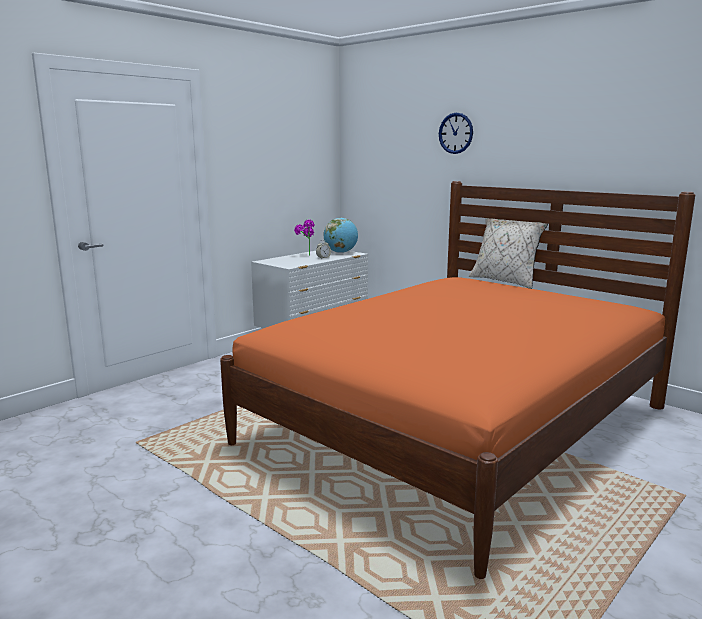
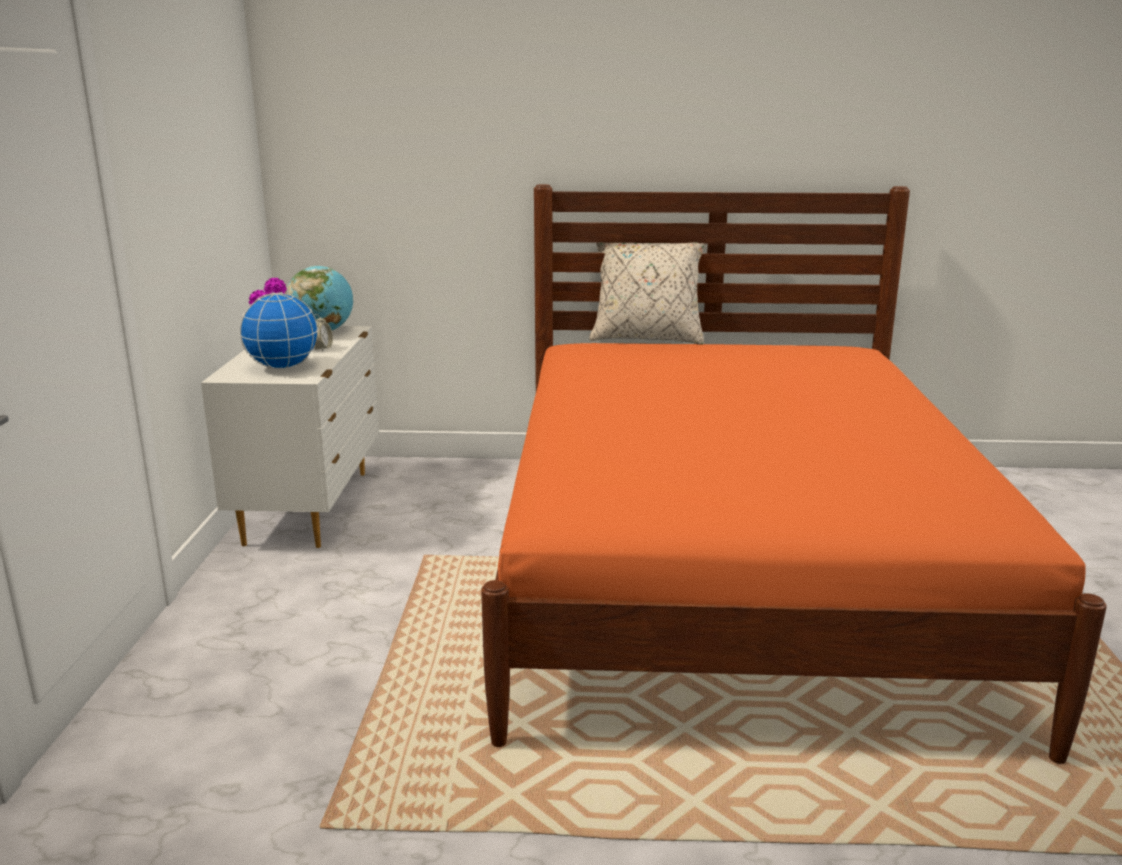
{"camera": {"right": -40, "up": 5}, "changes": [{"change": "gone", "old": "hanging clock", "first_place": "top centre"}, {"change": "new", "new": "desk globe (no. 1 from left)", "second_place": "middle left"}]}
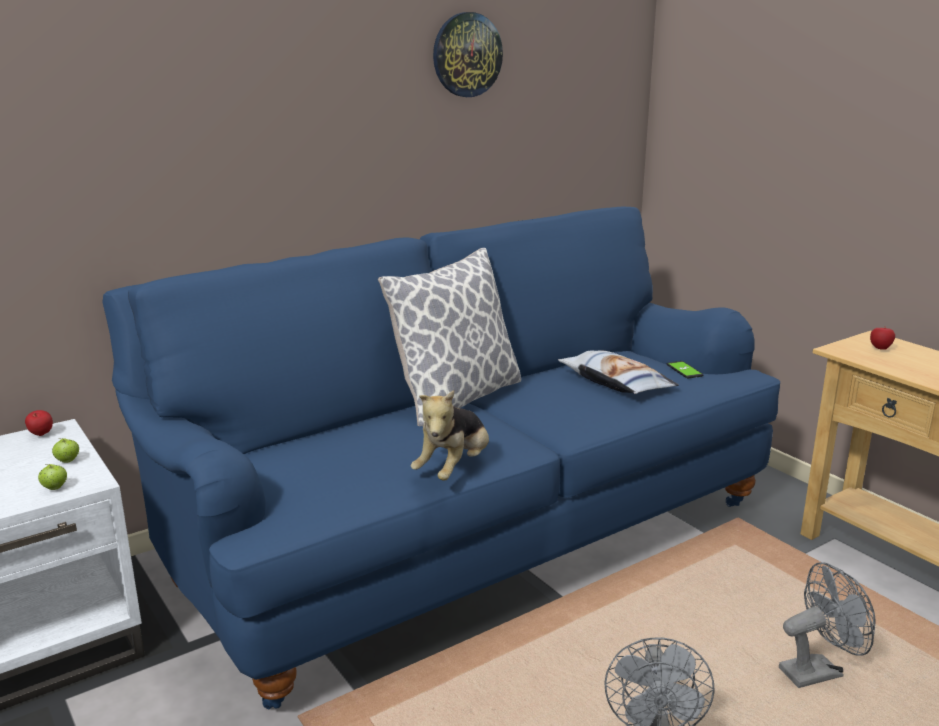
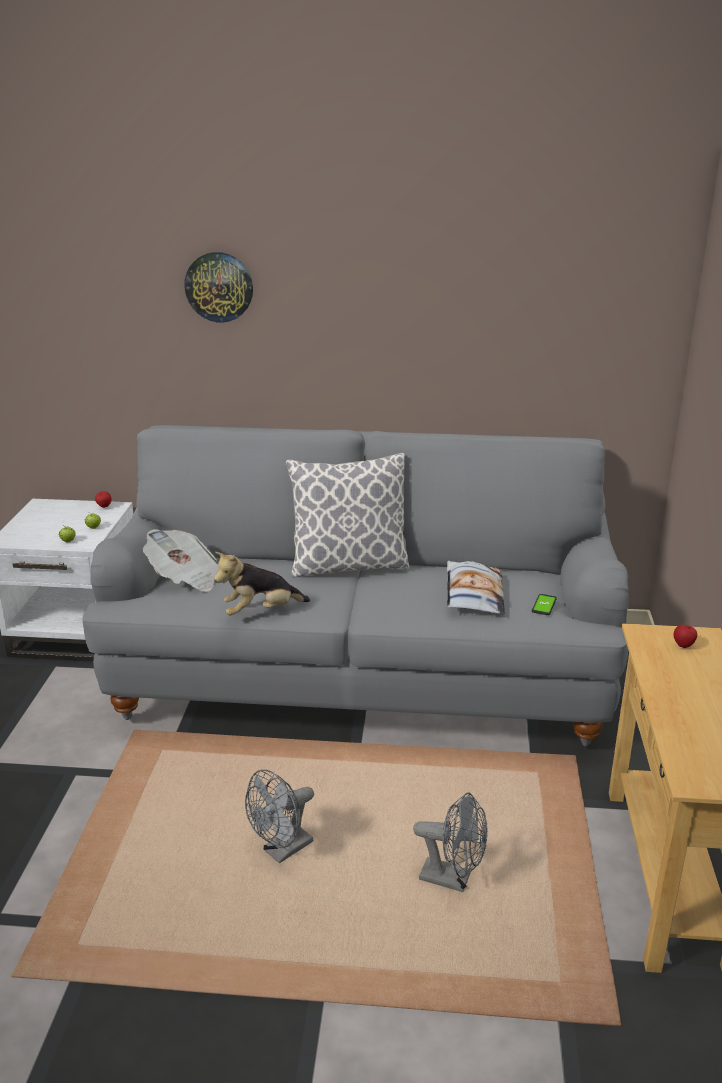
{"camera": {"right": 40, "up": 5}, "changes": [{"change": "new", "new": "newspaper", "second_place": "middle left"}, {"change": "shifted", "old": "hanging clock", "first_place": "top centre", "second_place": "top left"}, {"change": "repainted", "old": "settee/blue", "new": "settee/grey", "first_place": "centre", "second_place": "centre"}]}
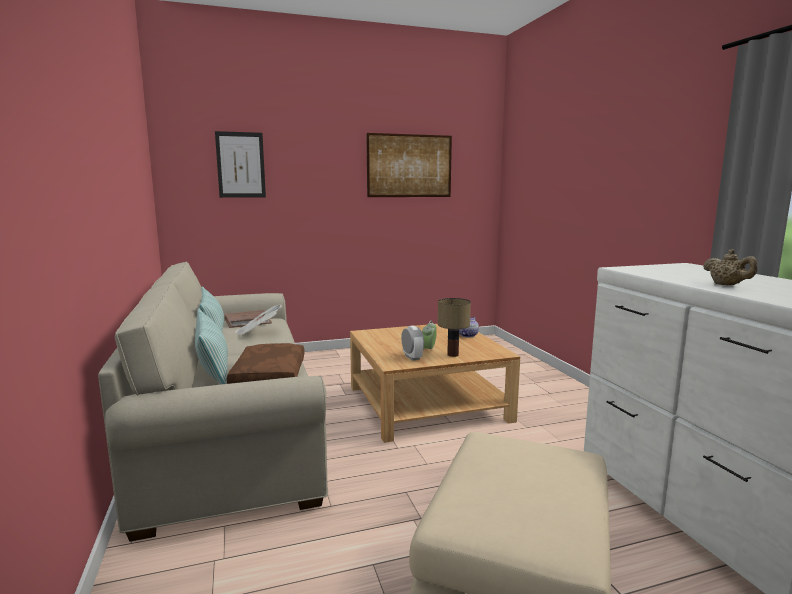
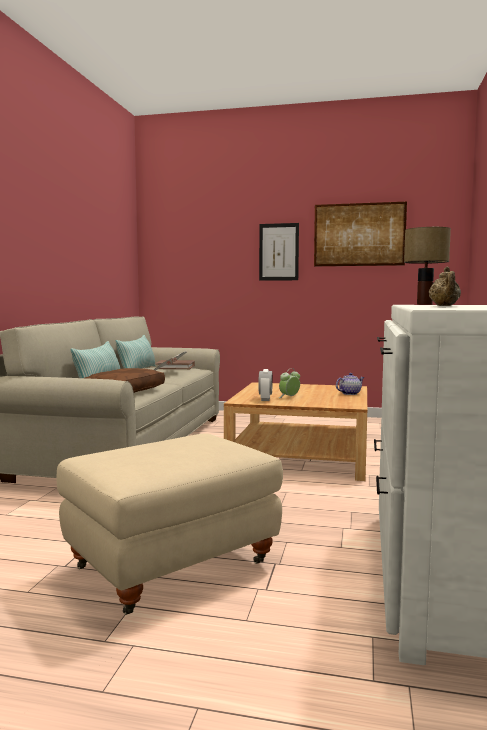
{"camera": {"right": 30, "up": -5}, "changes": [{"change": "shifted", "old": "wall art (no. 1 from left)", "first_place": "top left", "second_place": "centre"}, {"change": "shifted", "old": "table lamp", "first_place": "centre", "second_place": "middle right"}]}
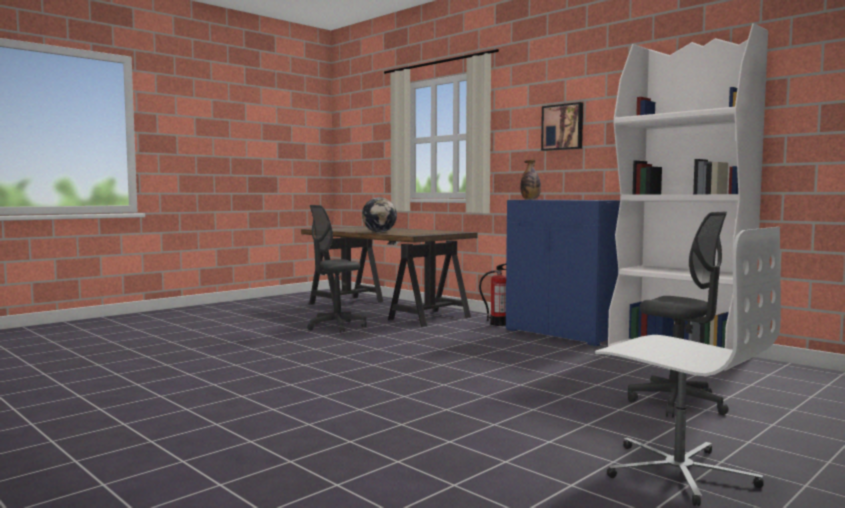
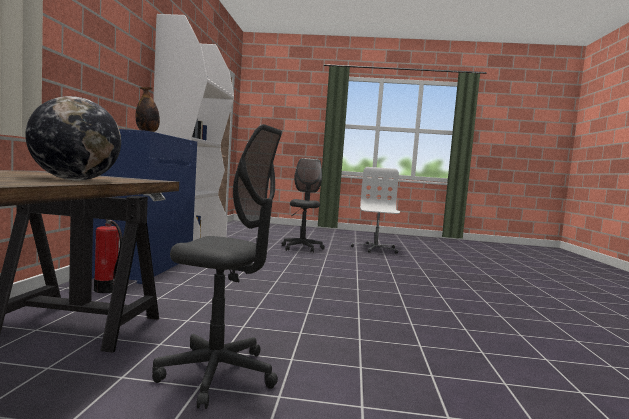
{"camera": {"right": -130, "up": 0}, "changes": [{"change": "gone", "old": "wall art", "first_place": "top centre"}]}
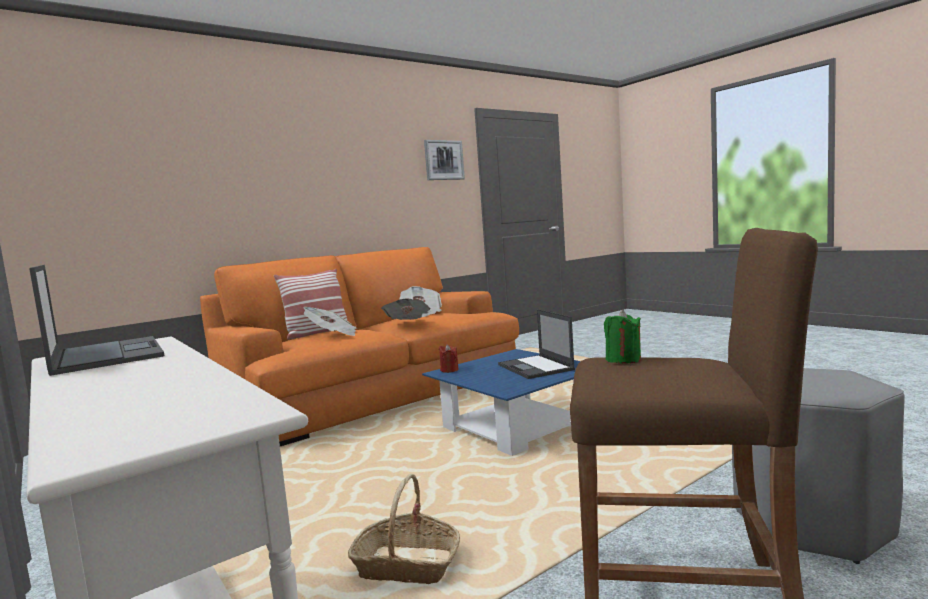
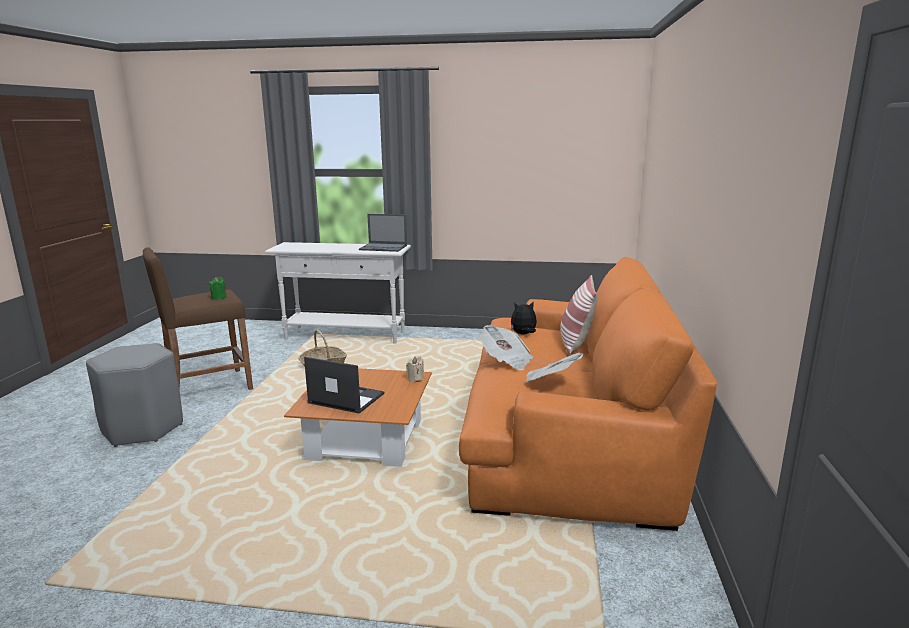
{"camera": {"right": 135, "up": 10}, "changes": [{"change": "gone", "old": "wall art", "first_place": "top centre"}, {"change": "swapped", "old": "newspaper (no. 1 from left)", "new": "cuddly toy", "first_place": "centre", "second_place": "centre"}, {"change": "repainted", "old": "lounge table/blue", "new": "lounge table/orangey", "first_place": "bottom centre", "second_place": "centre"}, {"change": "repainted", "old": "candle/reddish", "new": "candle/beige", "first_place": "centre", "second_place": "centre"}]}
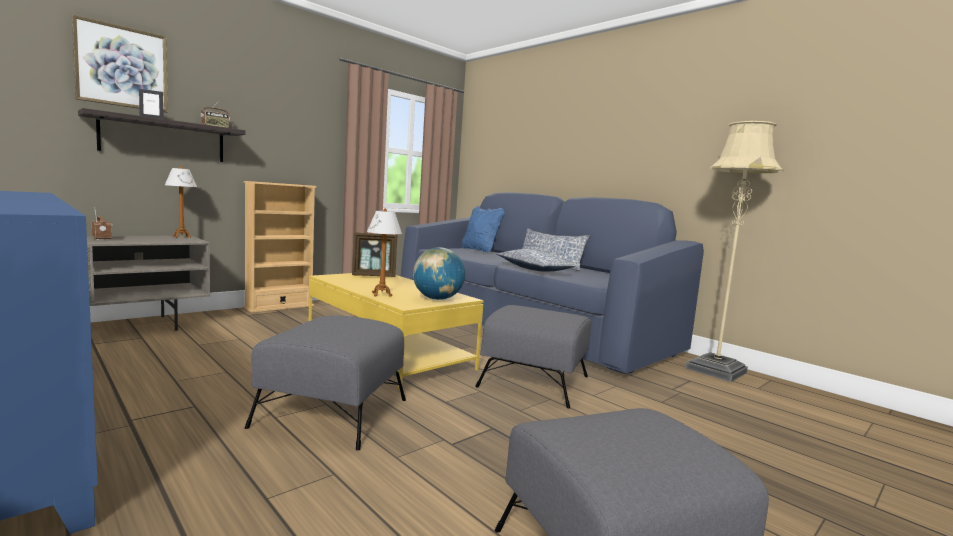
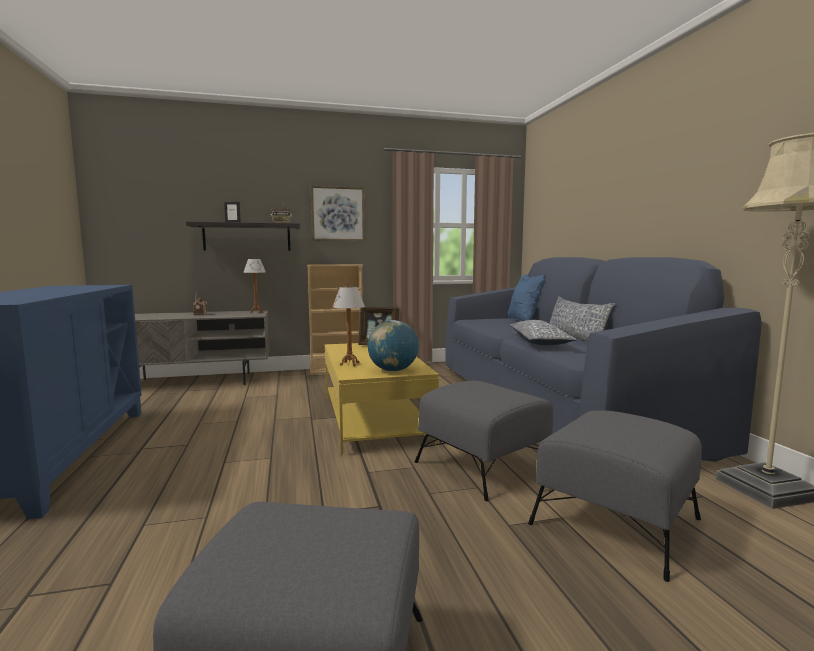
{"camera": {"right": 30, "up": 0}, "changes": [{"change": "shifted", "old": "wall art", "first_place": "top left", "second_place": "top centre"}, {"change": "shifted", "old": "ottoman/grey (no. 1 from left in the first image)", "new": "ottoman/grey (no. 3 from left)", "first_place": "bottom centre", "second_place": "bottom right"}]}
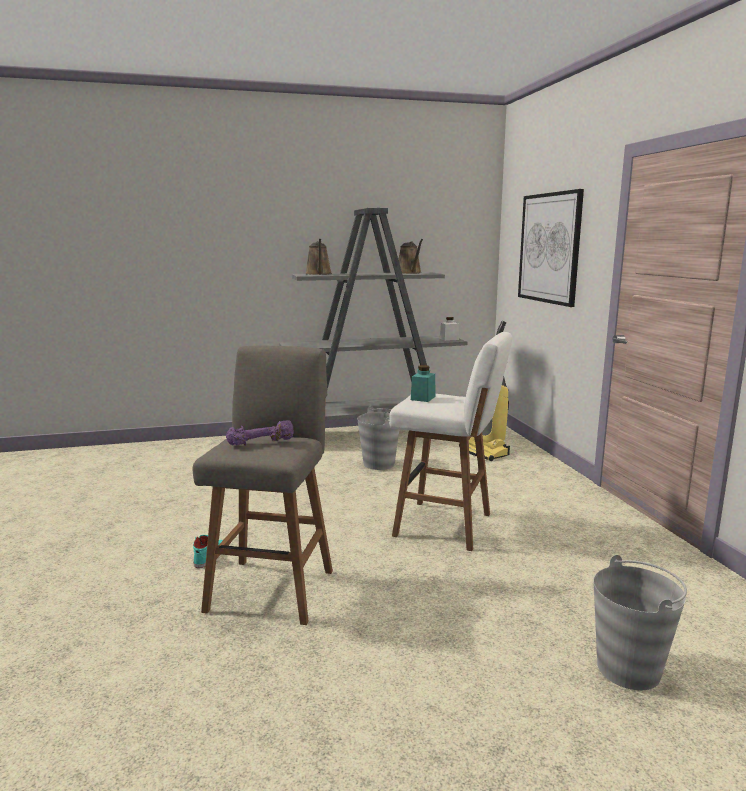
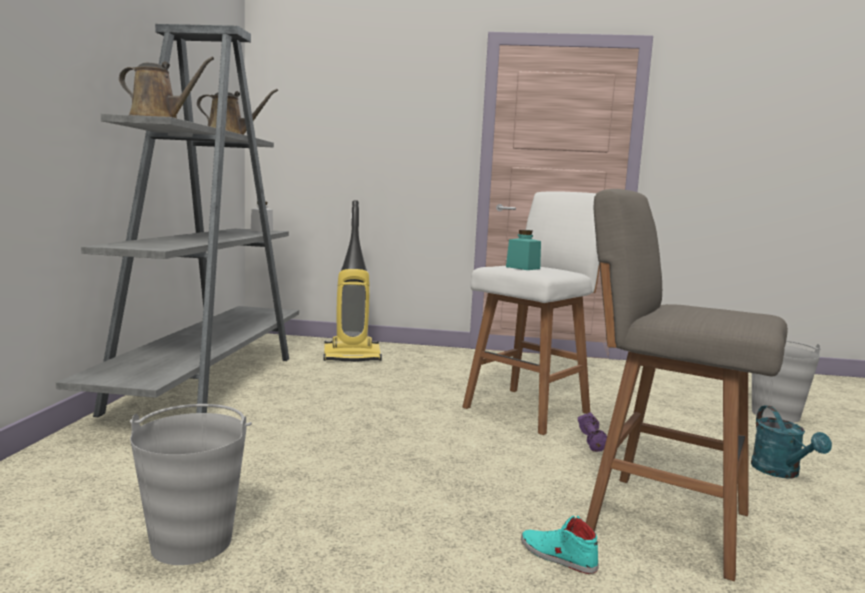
{"camera": {"right": -70, "up": -5}, "changes": [{"change": "gone", "old": "wall art", "first_place": "top right"}, {"change": "new", "new": "watering pot/turquoise-coloured", "second_place": "bottom right"}, {"change": "shifted", "old": "free weight/purple-coloured", "first_place": "centre", "second_place": "bottom right"}, {"change": "shifted", "old": "water bucket/grey (no. 1 from left)", "first_place": "centre", "second_place": "bottom left"}]}
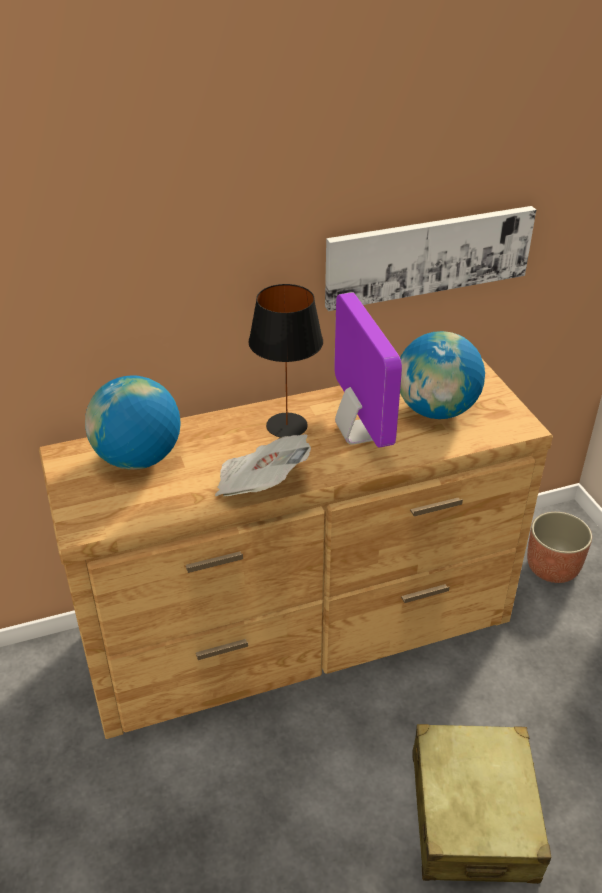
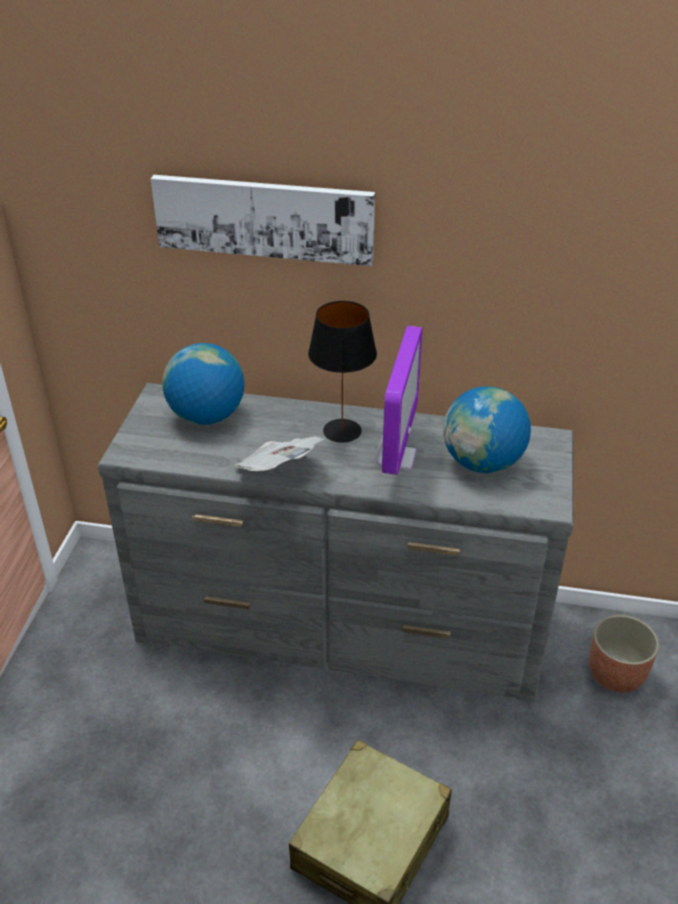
{"camera": {"right": 30, "up": 0}, "changes": [{"change": "shifted", "old": "wall art", "first_place": "top right", "second_place": "top centre"}, {"change": "repainted", "old": "dresser/brown", "new": "dresser/grey", "first_place": "centre", "second_place": "centre"}]}
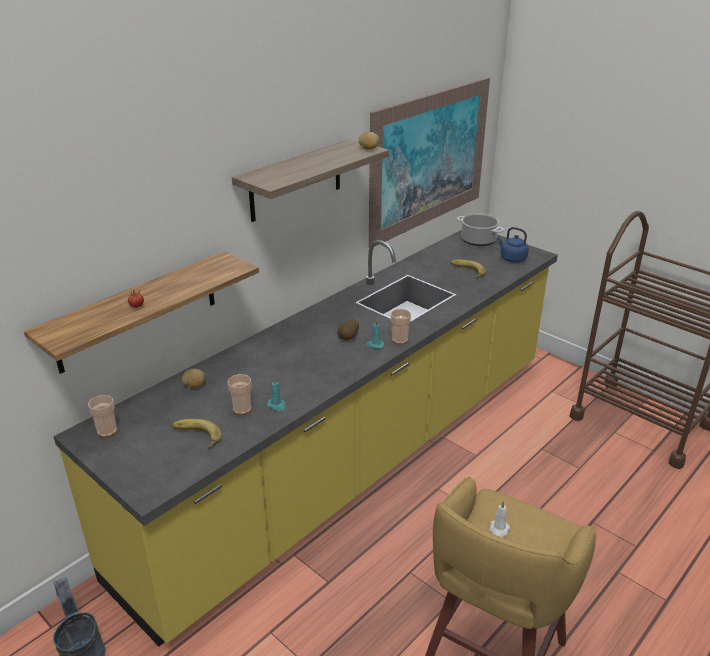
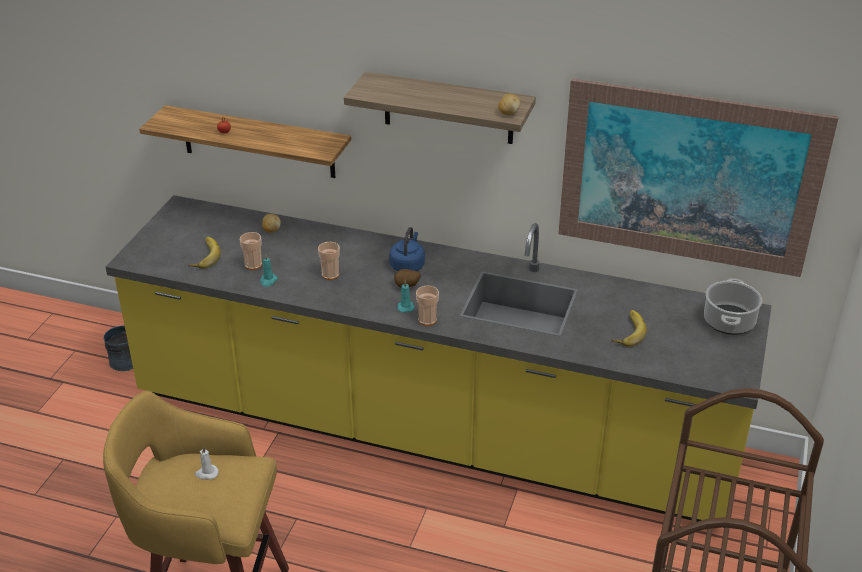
{"camera": {"right": 65, "up": 5}, "changes": [{"change": "shifted", "old": "drinking cup (no. 1 from left in the first image)", "new": "drinking cup (no. 2 from left)", "first_place": "middle left", "second_place": "centre"}, {"change": "shifted", "old": "water kettle/blue", "first_place": "middle right", "second_place": "centre"}]}
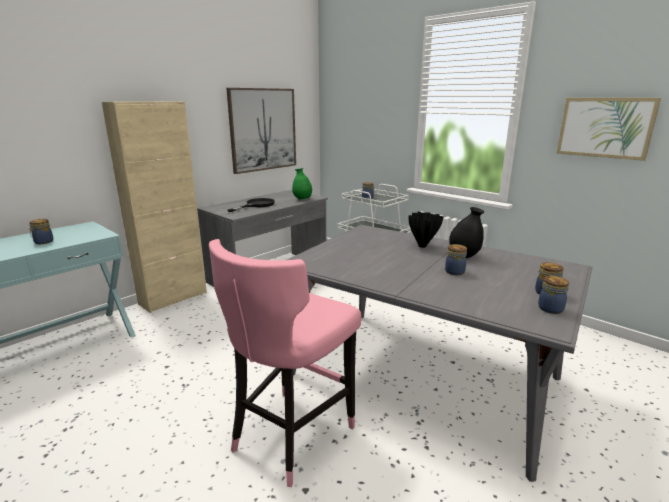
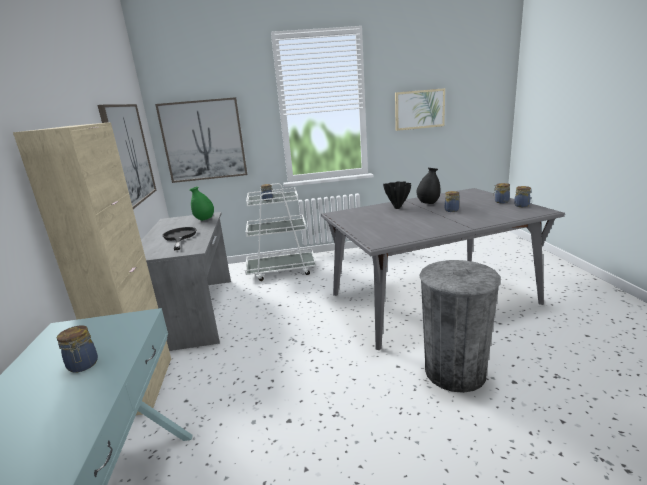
{"camera": {"right": -50, "up": 0}, "changes": [{"change": "new", "new": "wall art (no. 2 from left)", "second_place": "top left"}, {"change": "swapped", "old": "stool/pinkish", "new": "rubbish bin/grey", "first_place": "bottom centre", "second_place": "bottom right"}]}
